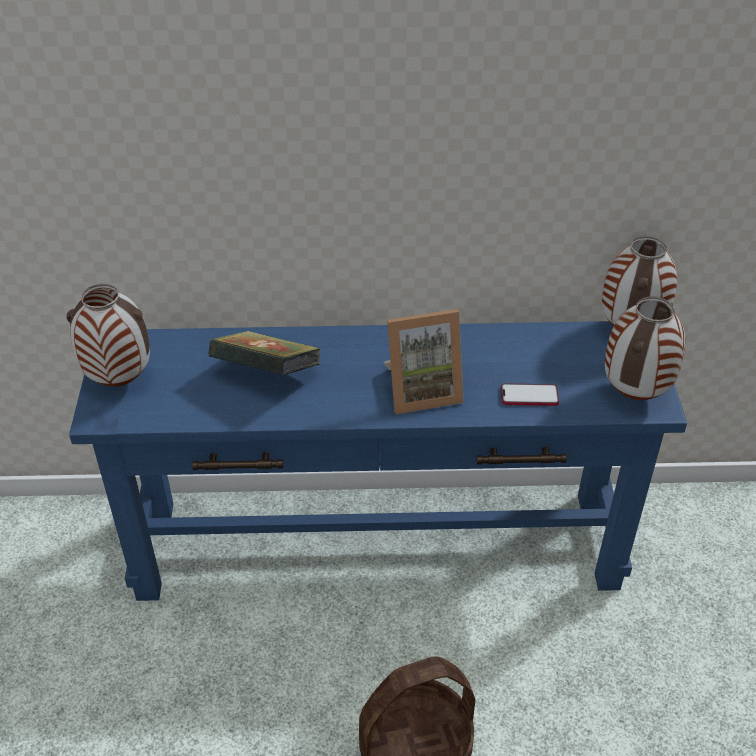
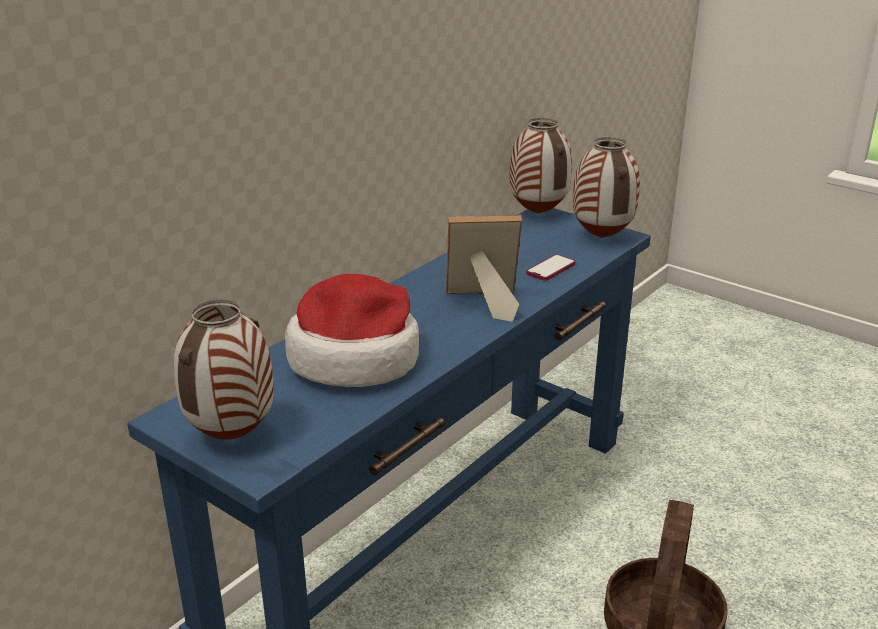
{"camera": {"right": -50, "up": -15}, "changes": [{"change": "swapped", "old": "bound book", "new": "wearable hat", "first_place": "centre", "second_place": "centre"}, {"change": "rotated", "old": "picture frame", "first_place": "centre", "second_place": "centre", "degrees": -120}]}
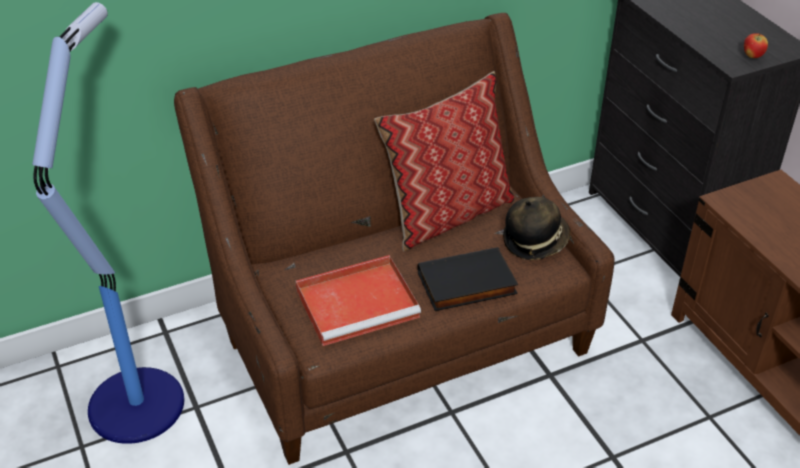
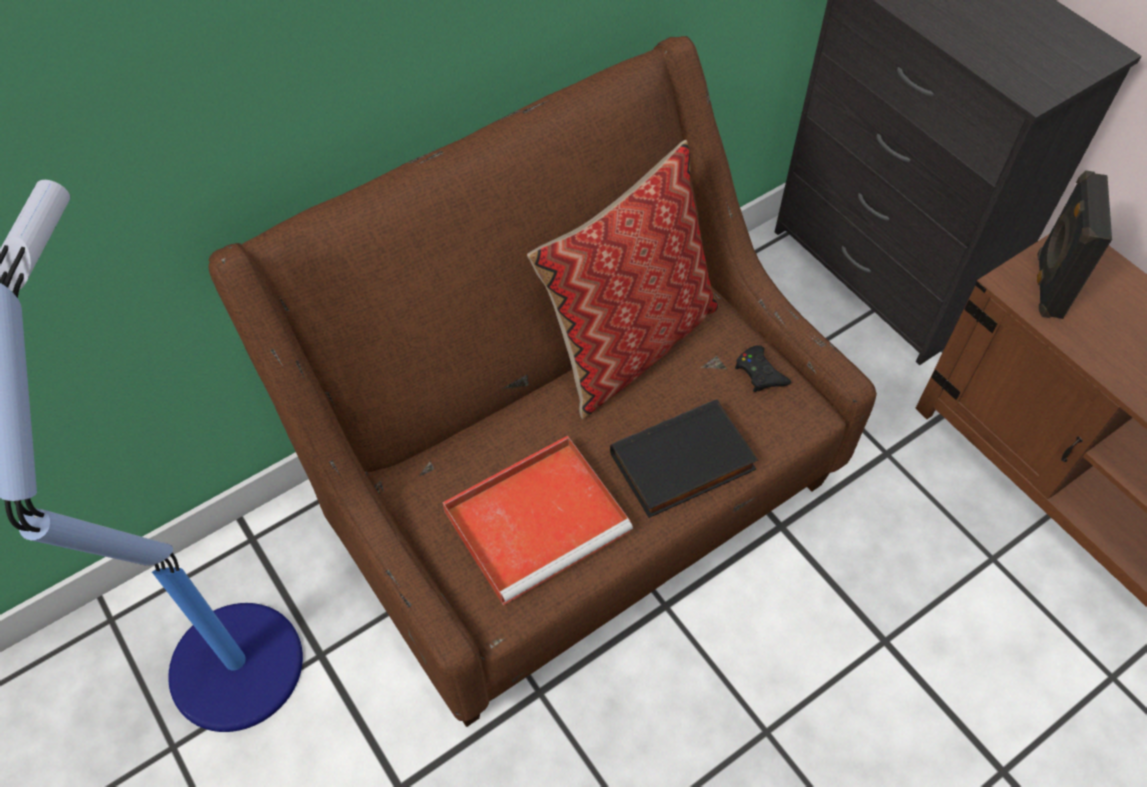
{"camera": {"right": -10, "up": 15}, "changes": [{"change": "gone", "old": "apple", "first_place": "top right"}, {"change": "new", "new": "speaker/blackish", "second_place": "top right"}, {"change": "swapped", "old": "wearable hat", "new": "gamepad/blackish", "first_place": "middle right", "second_place": "centre"}]}
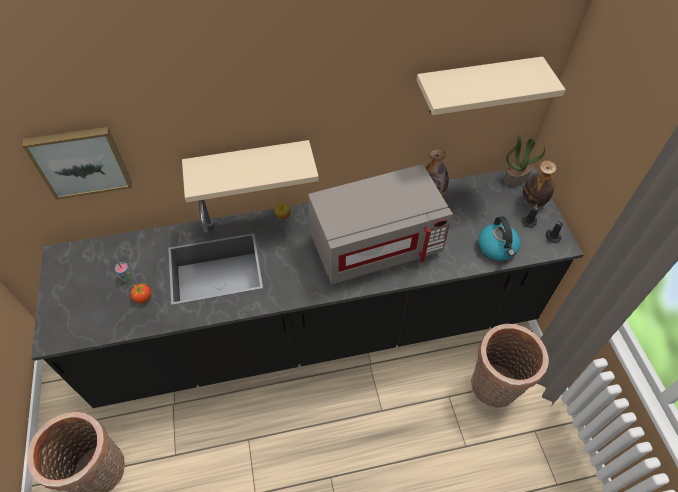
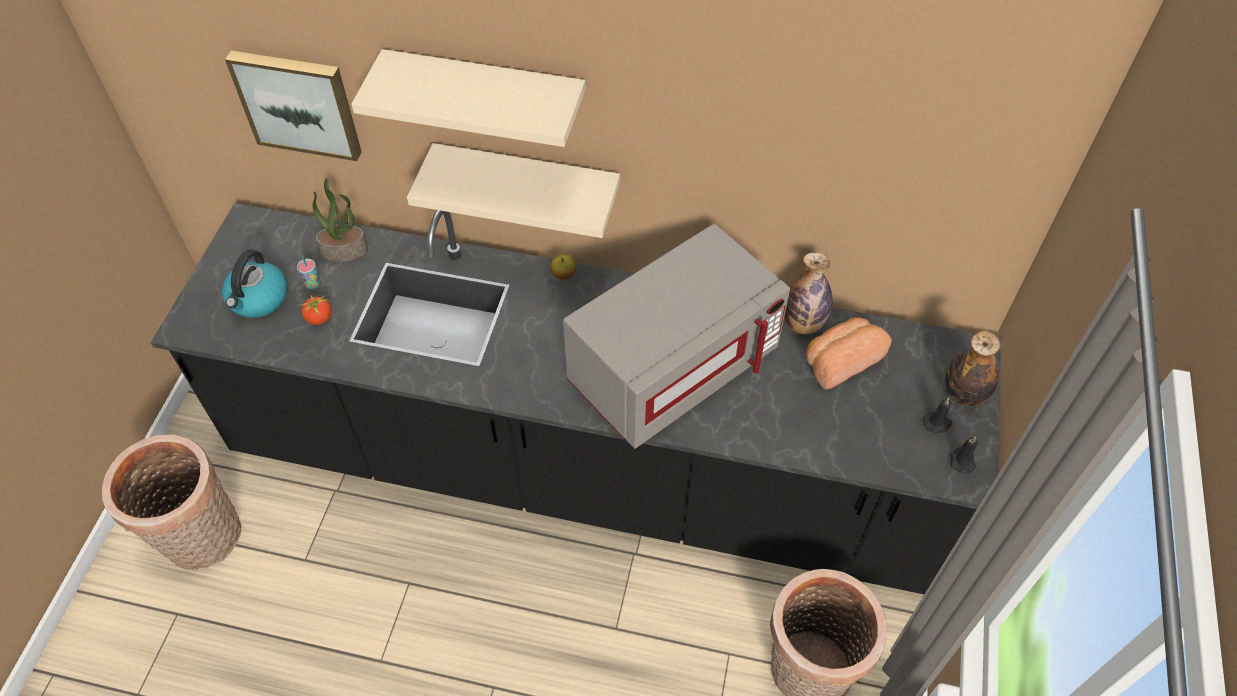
{"camera": {"right": 25, "up": 0}, "changes": [{"change": "new", "new": "bread", "second_place": "middle right"}, {"change": "shifted", "old": "bracket shelf/beige (no. 2 from left in the first image)", "new": "bracket shelf/beige (no. 1 from left)", "first_place": "top right", "second_place": "top centre"}, {"change": "shifted", "old": "water kettle", "first_place": "middle right", "second_place": "middle left"}, {"change": "shifted", "old": "plant in a pot", "first_place": "top right", "second_place": "top left"}, {"change": "rotated", "old": "microwave oven/grey", "first_place": "centre", "second_place": "centre", "degrees": -45}]}
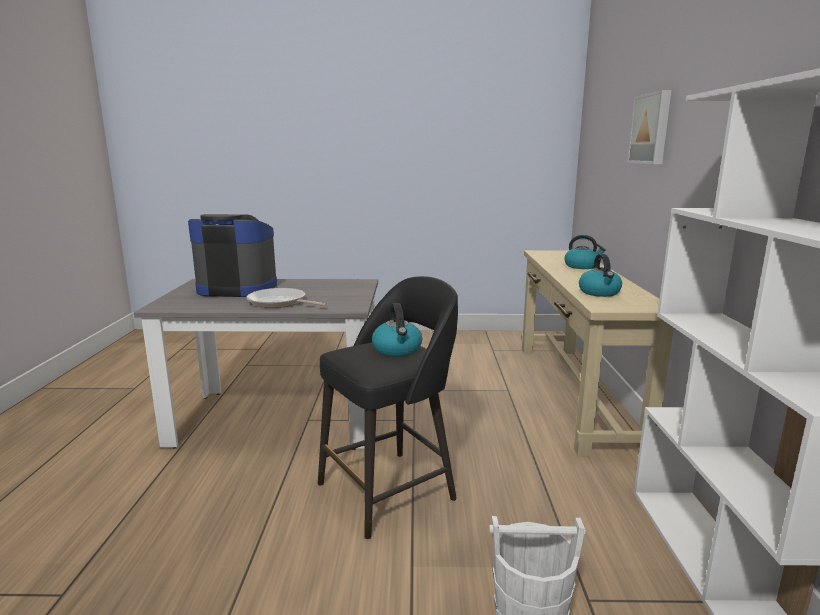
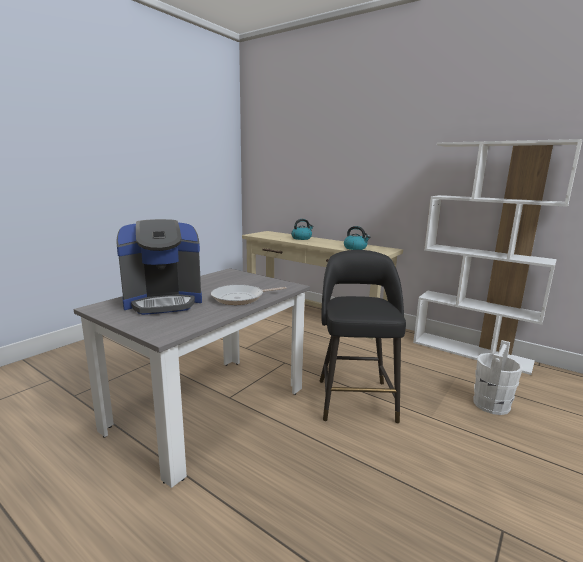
{"camera": {"right": -55, "up": 0}, "changes": [{"change": "gone", "old": "water kettle (no. 1 from left)", "first_place": "centre"}, {"change": "gone", "old": "wall art", "first_place": "top right"}, {"change": "rotated", "old": "coffee machine", "first_place": "middle left", "second_place": "middle left", "degrees": -150}]}
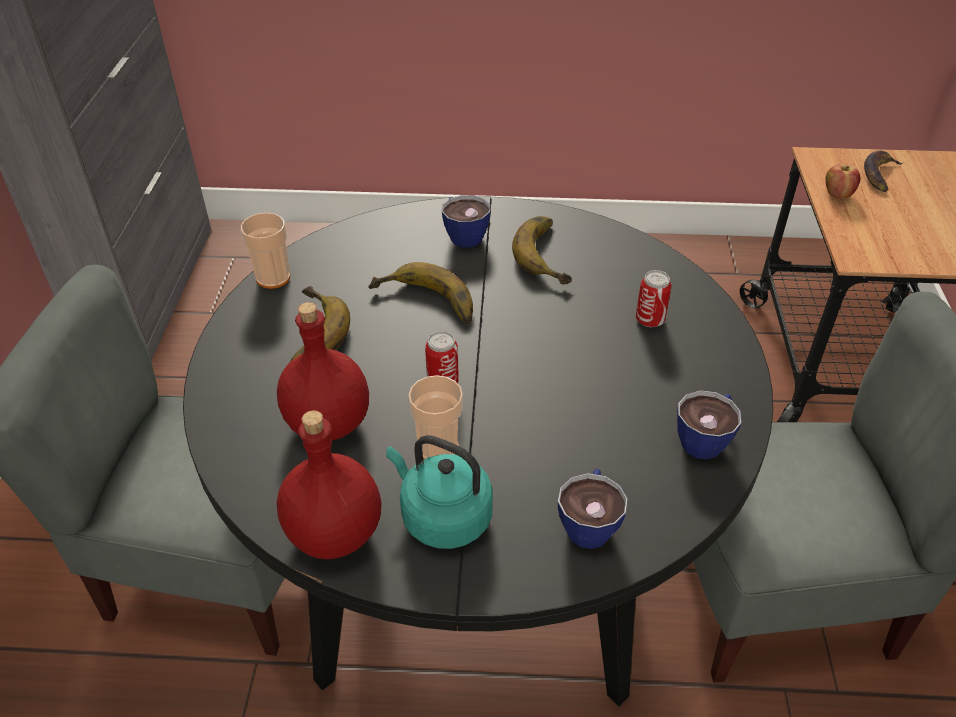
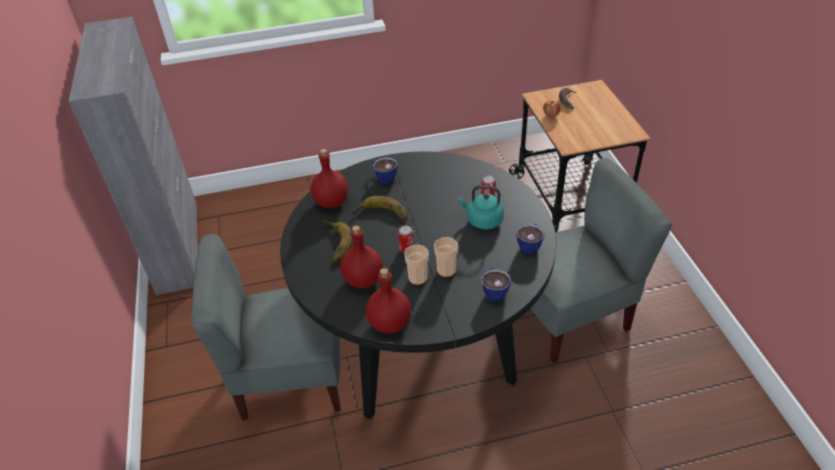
{"camera": {"right": -15, "up": 0}, "changes": [{"change": "gone", "old": "banana (no. 3 from left)", "first_place": "centre"}, {"change": "new", "new": "bottle/reddish (no. 1 from left)", "second_place": "centre"}, {"change": "shifted", "old": "drinking cup (no. 1 from left in the first image)", "new": "drinking cup (no. 3 from left)", "first_place": "middle left", "second_place": "centre"}, {"change": "shifted", "old": "water kettle/turquoise-coloured", "first_place": "bottom centre", "second_place": "centre"}]}
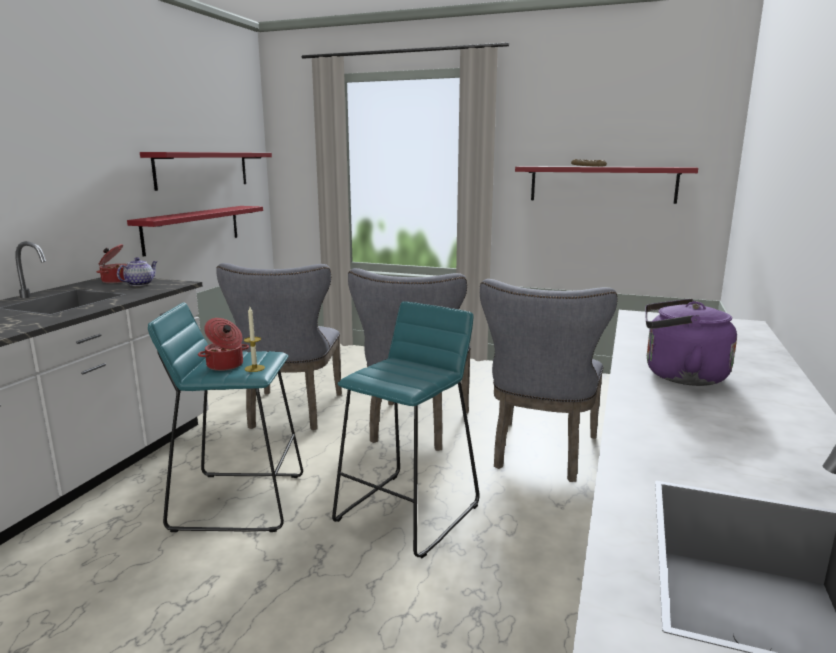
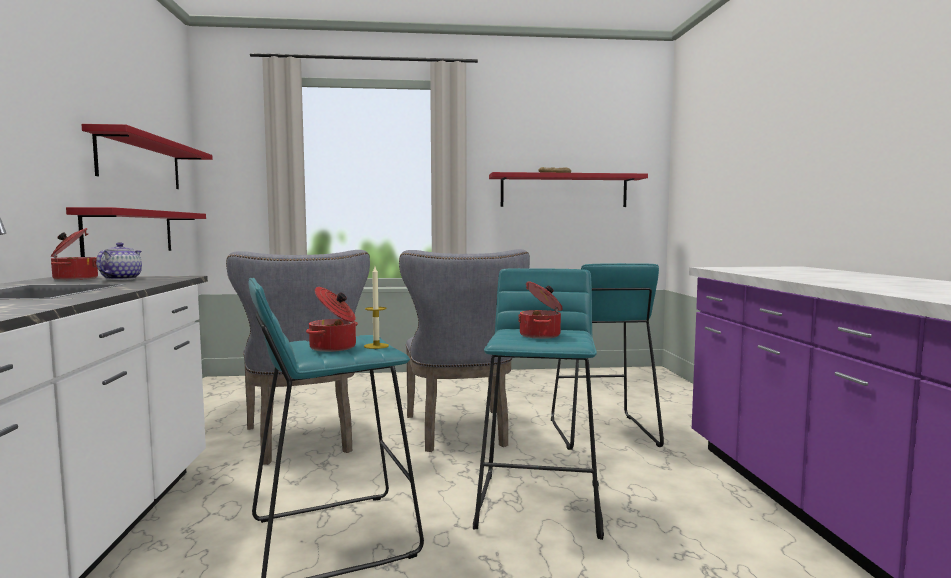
{"camera": {"right": -25, "up": -10}, "changes": [{"change": "gone", "old": "water kettle/purple-coloured", "first_place": "middle right"}, {"change": "new", "new": "stockpot (no. 3 from left)", "second_place": "centre"}, {"change": "swapped", "old": "plain chair/grey (no. 3 from left)", "new": "stool/turquoise-coloured (no. 3 from left)", "first_place": "centre", "second_place": "centre"}]}
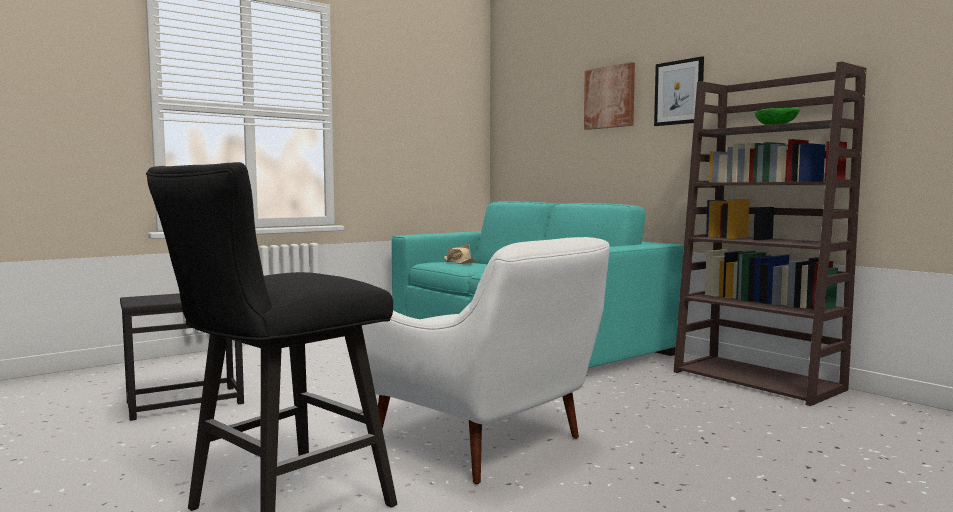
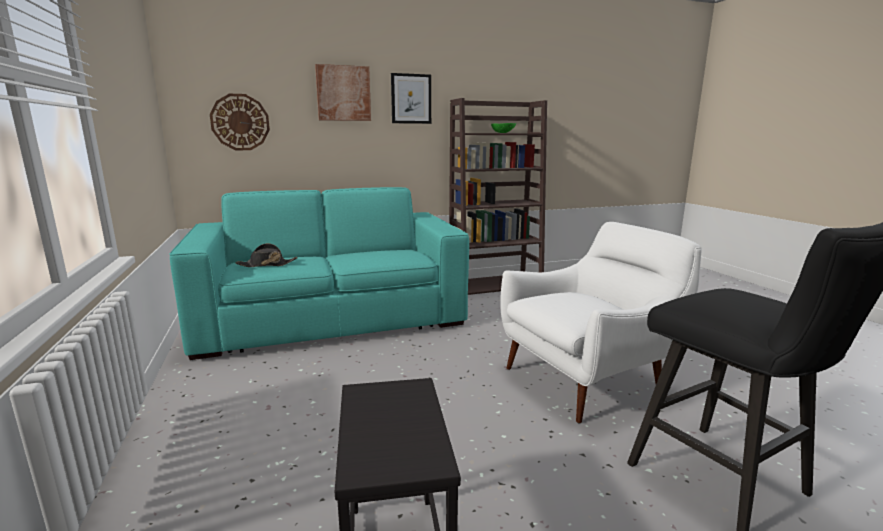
{"camera": {"right": -70, "up": 10}, "changes": [{"change": "new", "new": "hanging clock", "second_place": "top left"}, {"change": "repainted", "old": "wearable hat/beige", "new": "wearable hat/blackish", "first_place": "centre", "second_place": "middle left"}]}
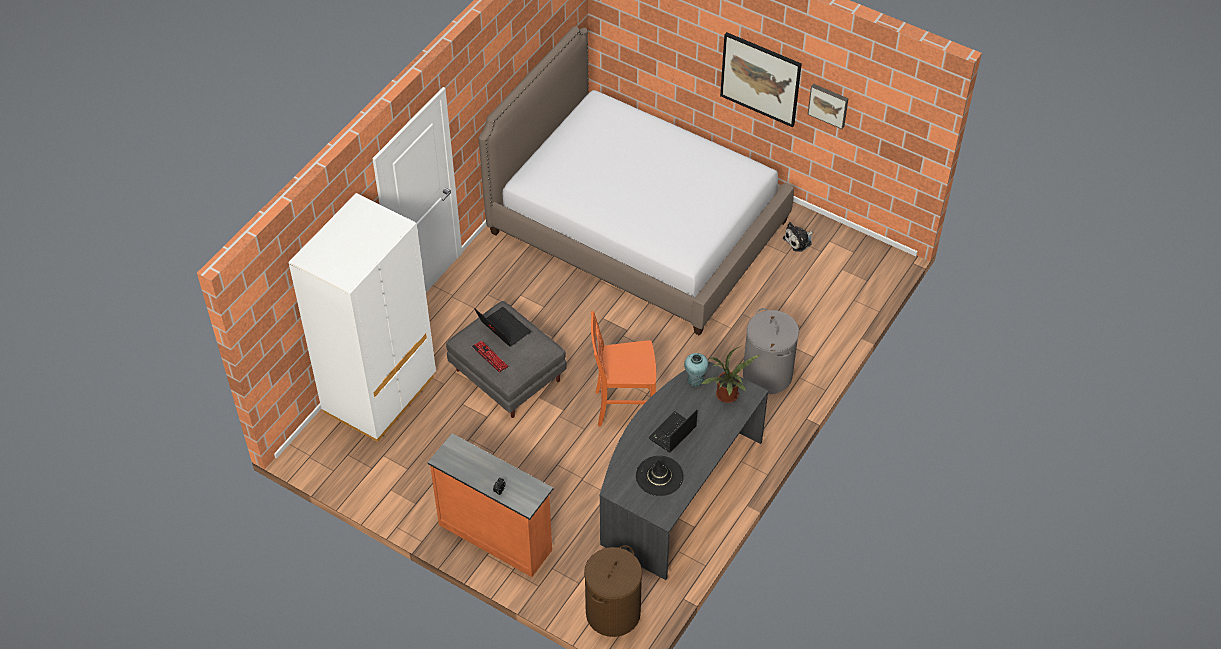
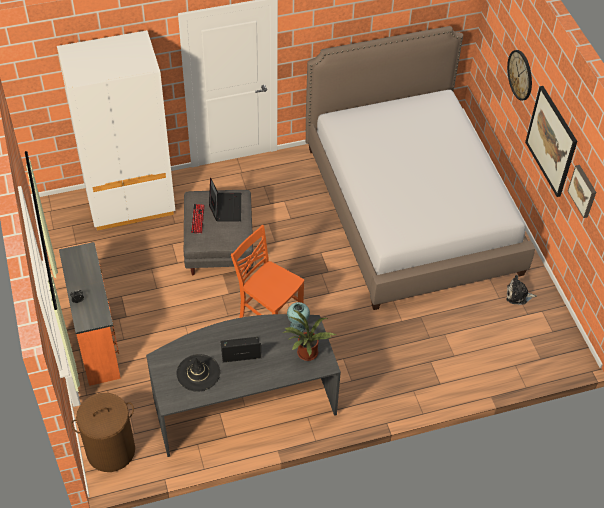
{"camera": {"right": 40, "up": 0}, "changes": [{"change": "gone", "old": "hamper/grey", "first_place": "centre"}, {"change": "new", "new": "hanging clock", "second_place": "top right"}]}
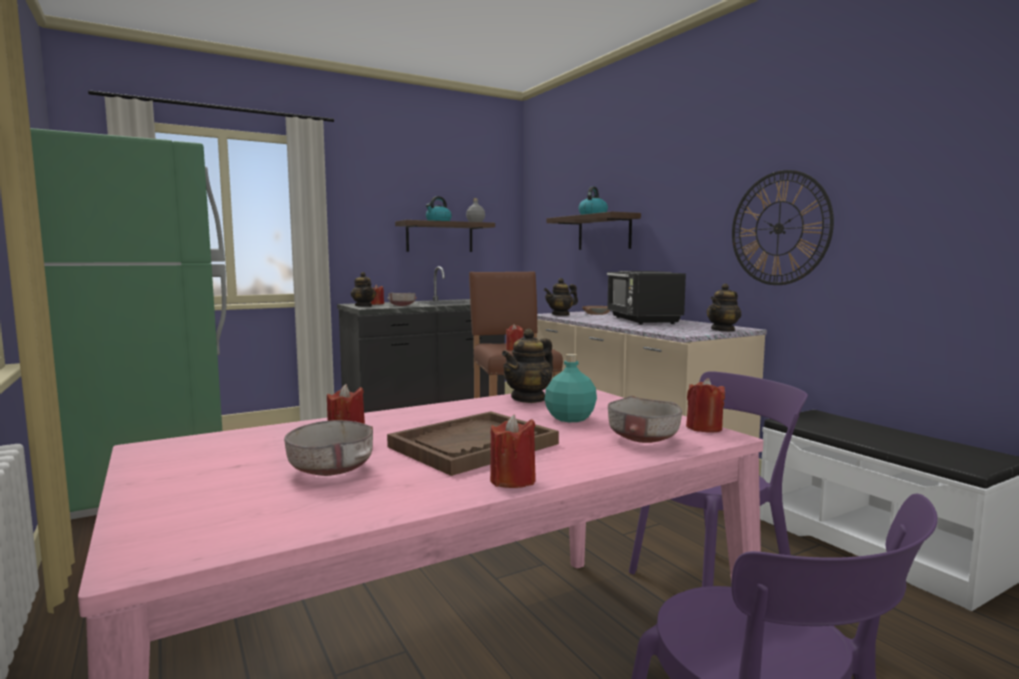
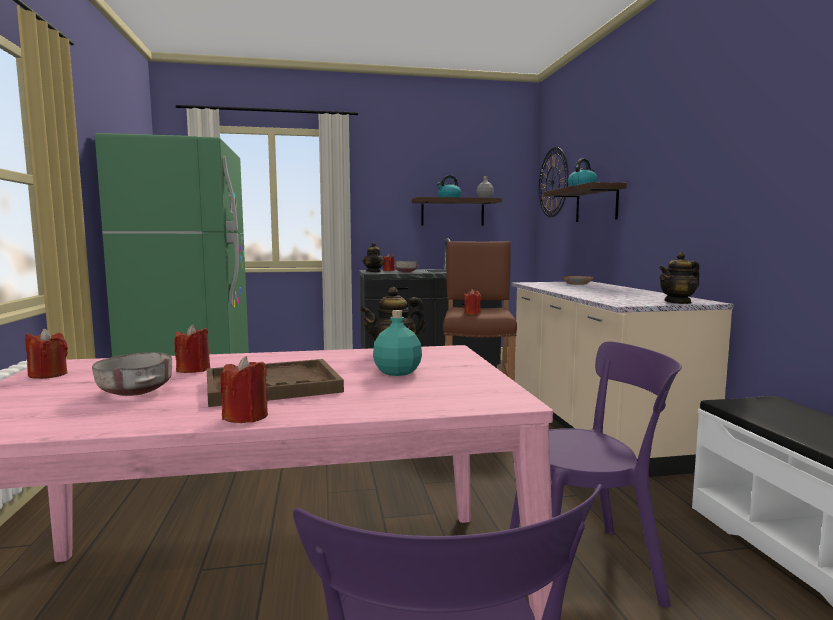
{"camera": {"right": 20, "up": 0}, "changes": [{"change": "gone", "old": "teapot (no. 3 from left)", "first_place": "centre"}, {"change": "gone", "old": "microwave oven/blackish", "first_place": "centre"}, {"change": "gone", "old": "bowl/grey (no. 3 from left)", "first_place": "centre"}, {"change": "shifted", "old": "candle/reddish (no. 5 from left in the first image)", "new": "candle/reddish (no. 1 from left)", "first_place": "middle right", "second_place": "middle left"}, {"change": "shifted", "old": "hanging clock", "first_place": "middle right", "second_place": "top centre"}]}
